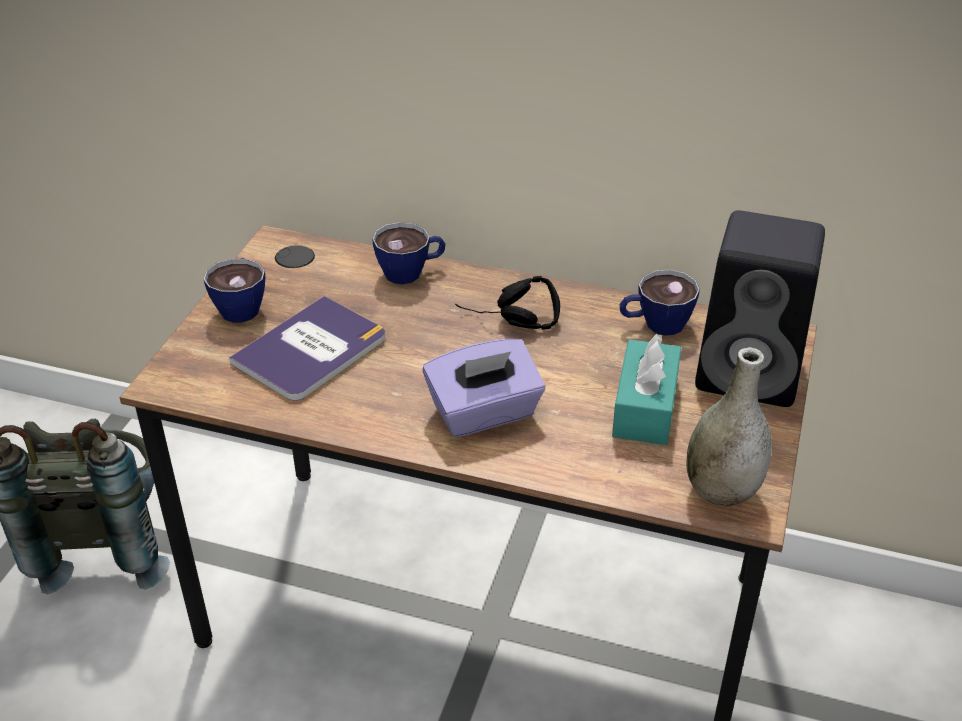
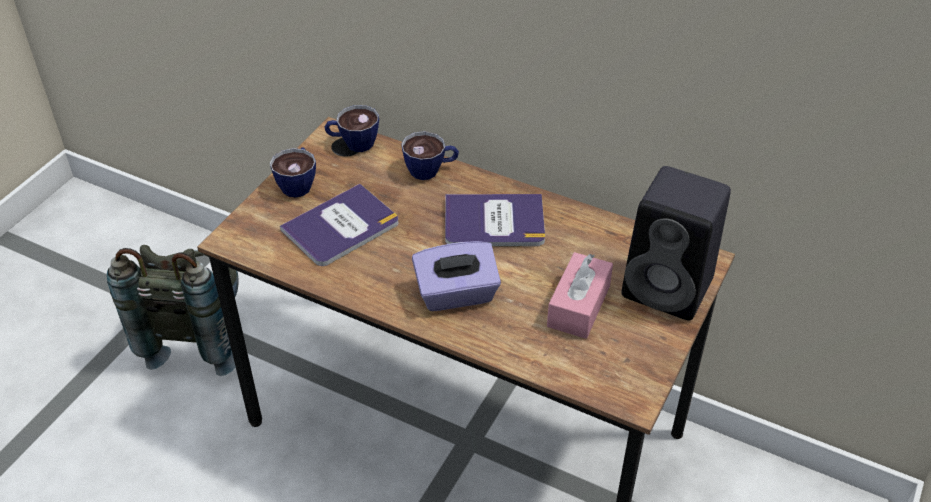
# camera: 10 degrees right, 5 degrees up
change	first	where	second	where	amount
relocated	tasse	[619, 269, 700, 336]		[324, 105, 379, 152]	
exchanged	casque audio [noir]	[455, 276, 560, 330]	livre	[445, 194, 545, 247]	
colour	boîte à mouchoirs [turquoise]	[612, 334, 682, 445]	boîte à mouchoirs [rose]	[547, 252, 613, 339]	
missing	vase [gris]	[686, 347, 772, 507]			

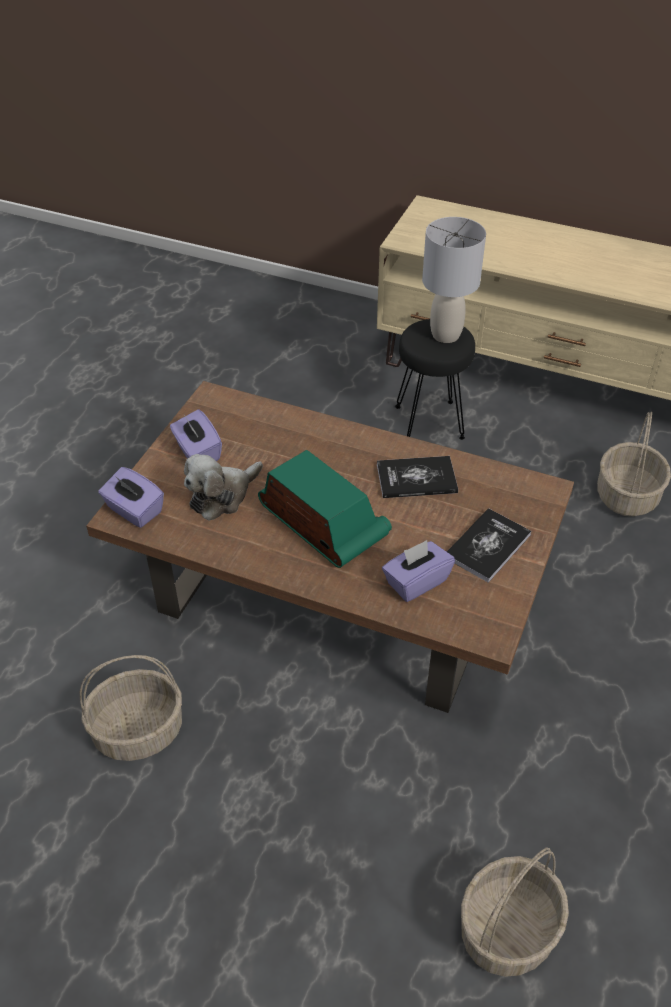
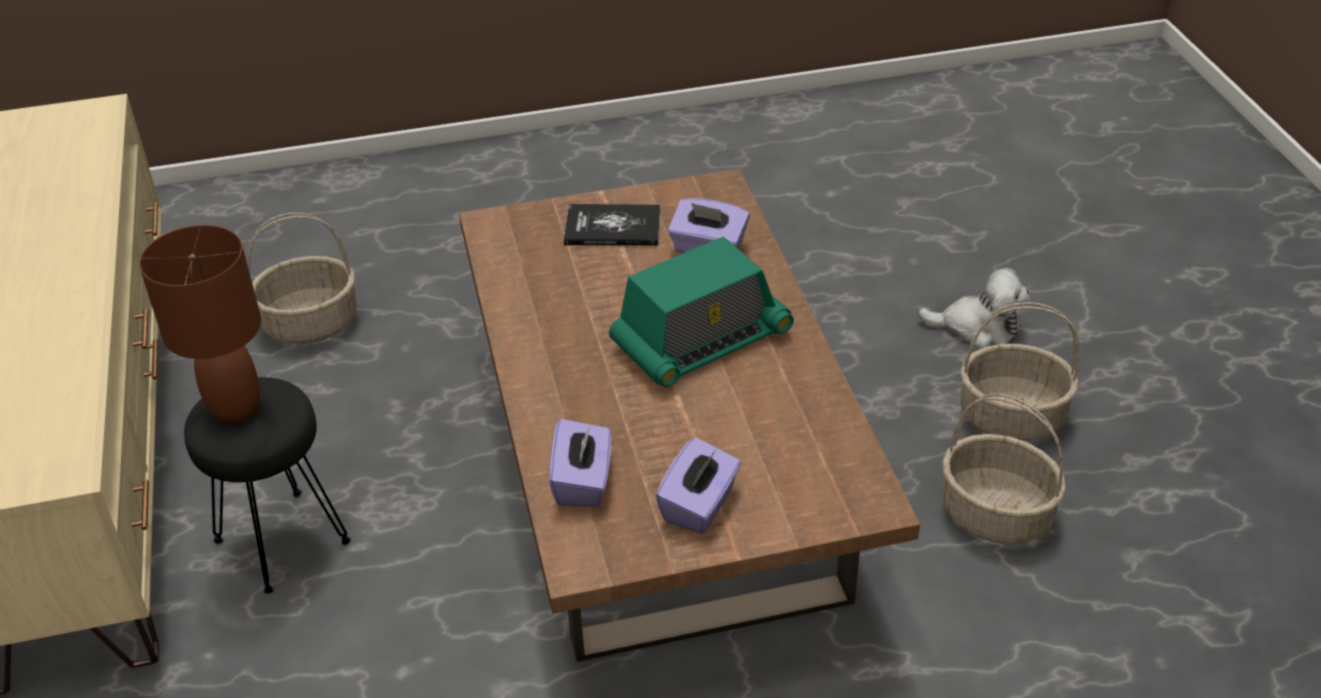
# camera: 125 degrees left, 5 degrees down
change	first	where	second	where	amount
colour	lampe de table [gris]	[422, 217, 486, 343]	lampe de table [marron]	[139, 225, 261, 424]	
relocated	boîte à mouchoirs [violet]	[98, 467, 164, 528]		[549, 419, 611, 507]	
spun	radio	[258, 450, 392, 568]		[609, 237, 794, 387]	135 degrees counterclockwise
relocated	peluche	[184, 454, 263, 521]		[918, 268, 1030, 349]	
relocated	panier	[461, 847, 569, 977]		[960, 302, 1080, 441]	
missing	livre	[377, 456, 458, 498]			

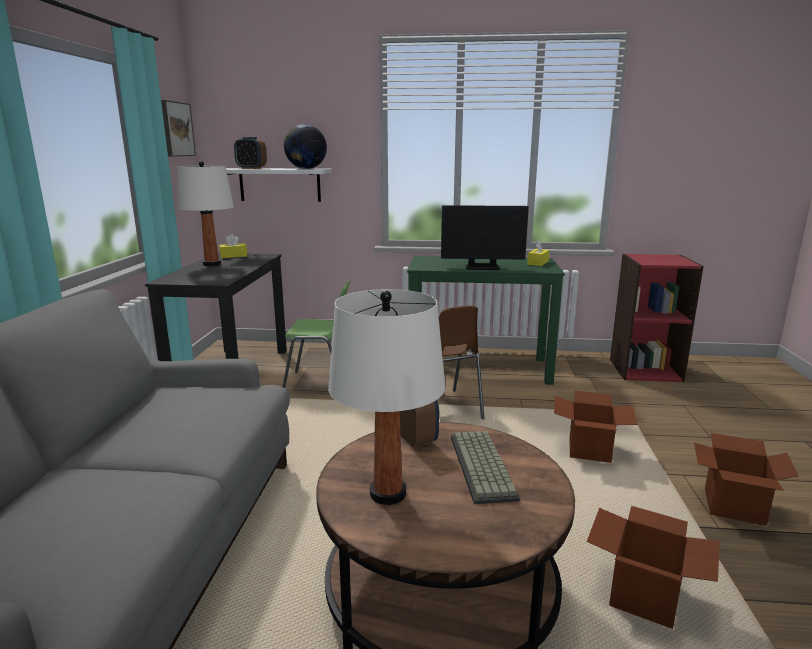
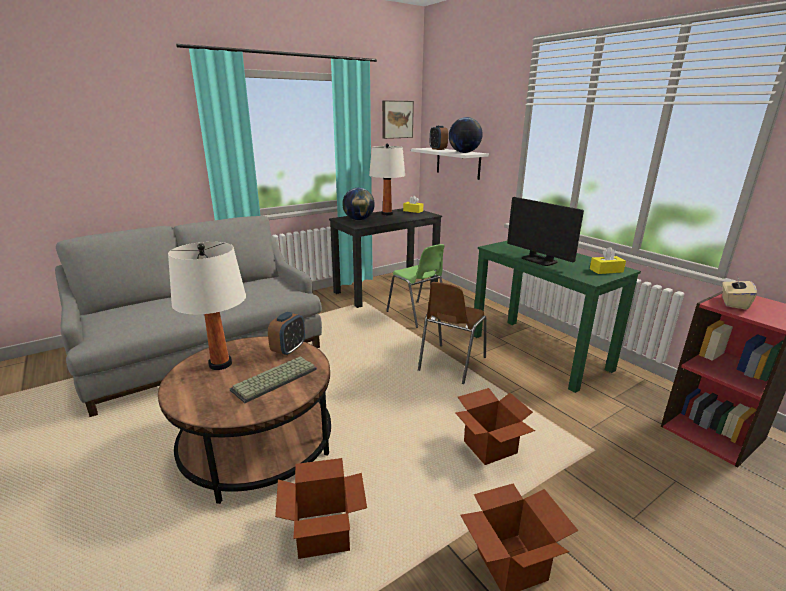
# camera: 50 degrees right, 5 degrees up
change	first	where	second	where	amount
appeared			globe	[342, 188, 375, 221]	
appeared			boîte à mouchoirs [beige]	[722, 274, 757, 310]	

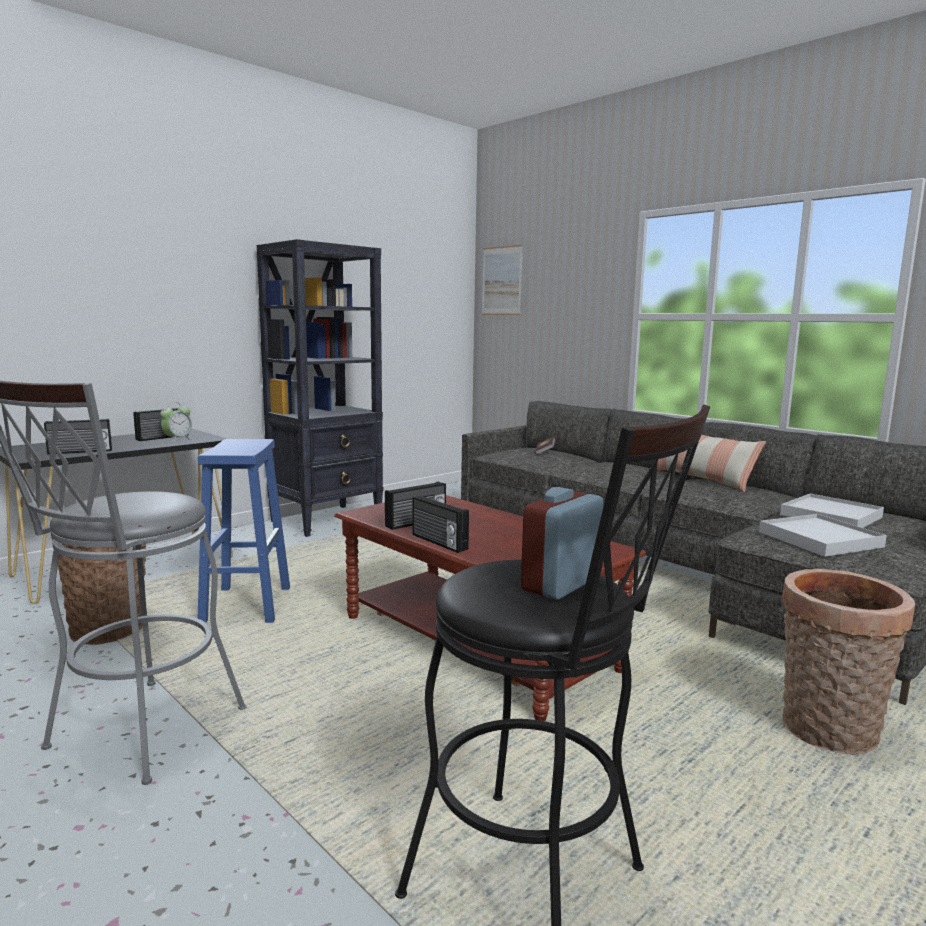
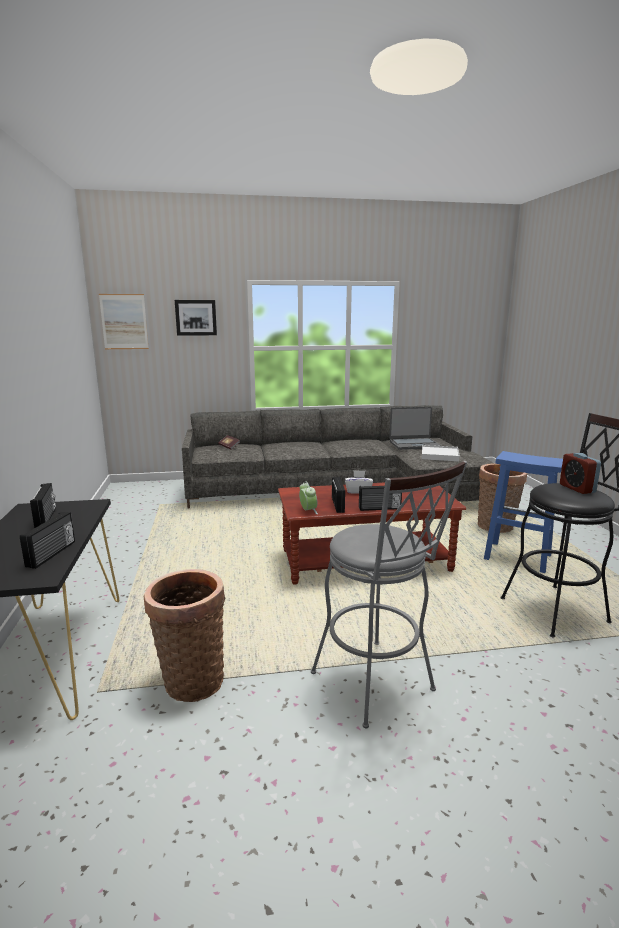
# camera: 55 degrees left, 5 degrees up
change	first	where	second	where	amount
appeared			tableau	[175, 300, 217, 336]	
relocated	réveil	[160, 402, 192, 443]		[299, 481, 318, 514]	
appeared			boîte à mouchoirs [blanc]	[345, 470, 373, 494]	
exchanged	plateau [blanc]	[780, 493, 884, 528]	ordinateur portable	[389, 407, 441, 450]	
relocated	tabouret [bleu]	[198, 439, 290, 623]		[484, 451, 563, 573]	
missing	bibliothèque [noir]	[257, 239, 383, 537]			
missing	coussin	[657, 435, 766, 493]			

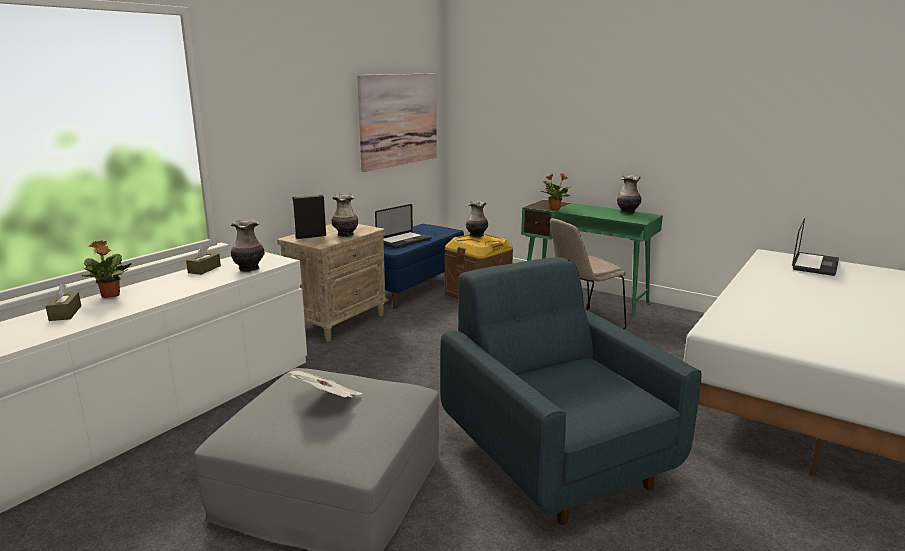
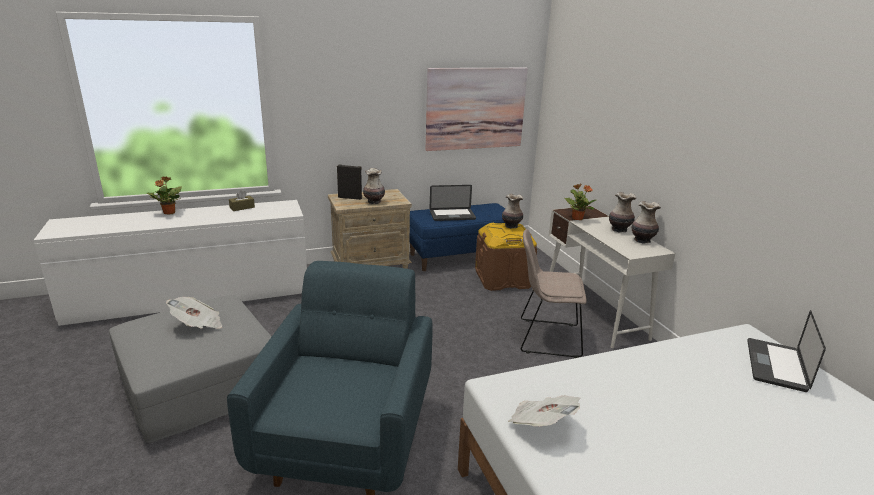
# camera: 35 degrees right, 5 degrees up
change	first	where	second	where	amount
appeared			journal	[508, 395, 581, 426]	
colour	bureau [vert]	[521, 199, 663, 317]	bureau [blanc]	[549, 206, 675, 348]	
relocated	vase	[231, 219, 265, 272]		[609, 192, 636, 233]	
spun	ordinateur portable	[792, 218, 839, 276]		[747, 310, 826, 392]	135 degrees clockwise
missing	boîte à mouchoirs [marron]	[46, 284, 81, 321]			

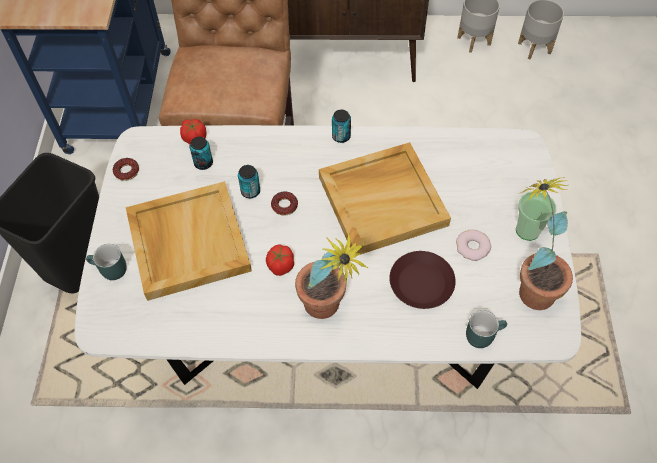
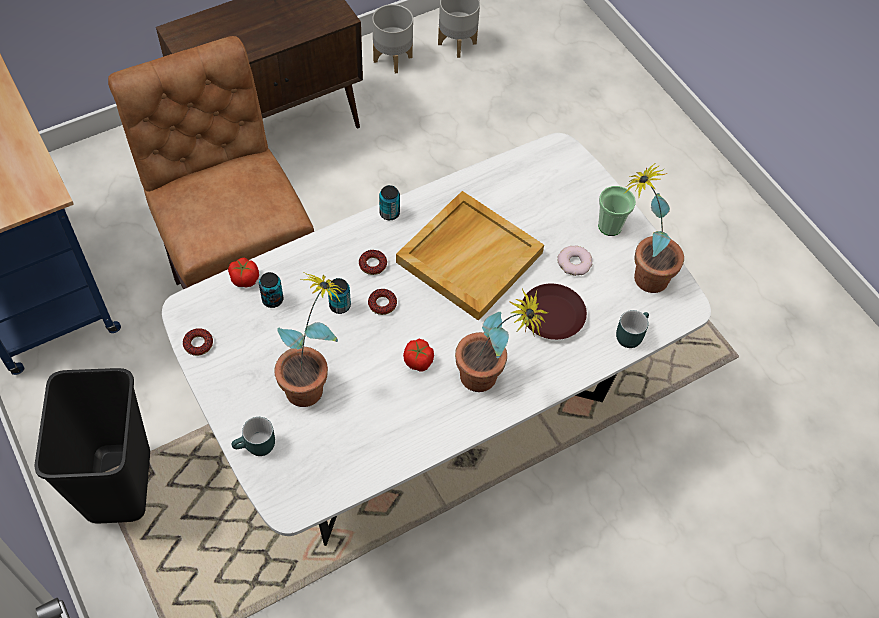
# camera: 35 degrees left, 0 degrees up
change	first	where	second	where	amount
exchanged	plateau [beige]	[125, 181, 252, 301]	plante en pot	[274, 271, 345, 407]	
appeared			beignet	[359, 250, 387, 275]	

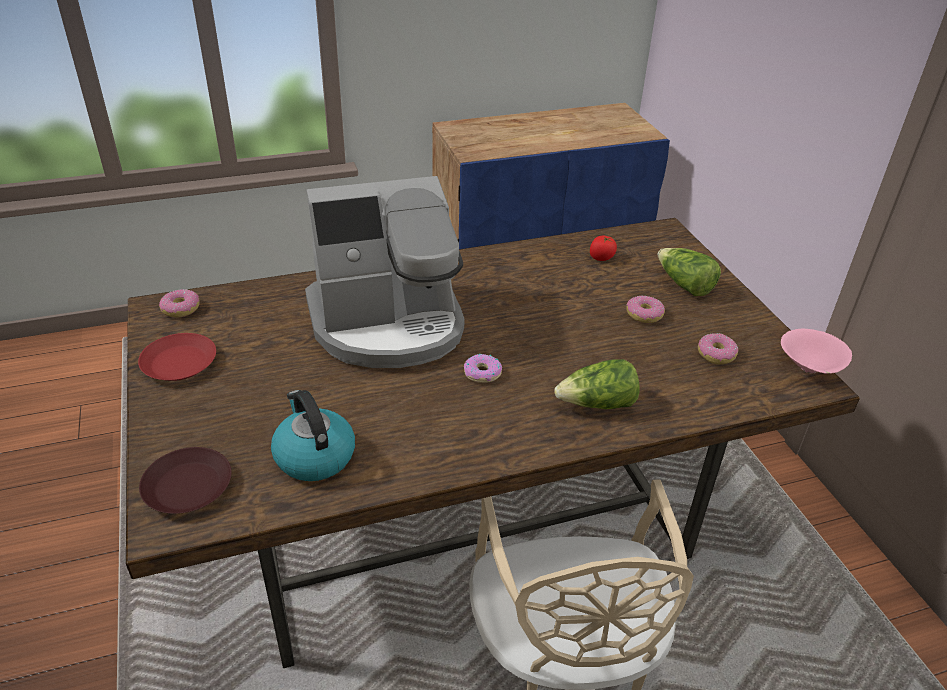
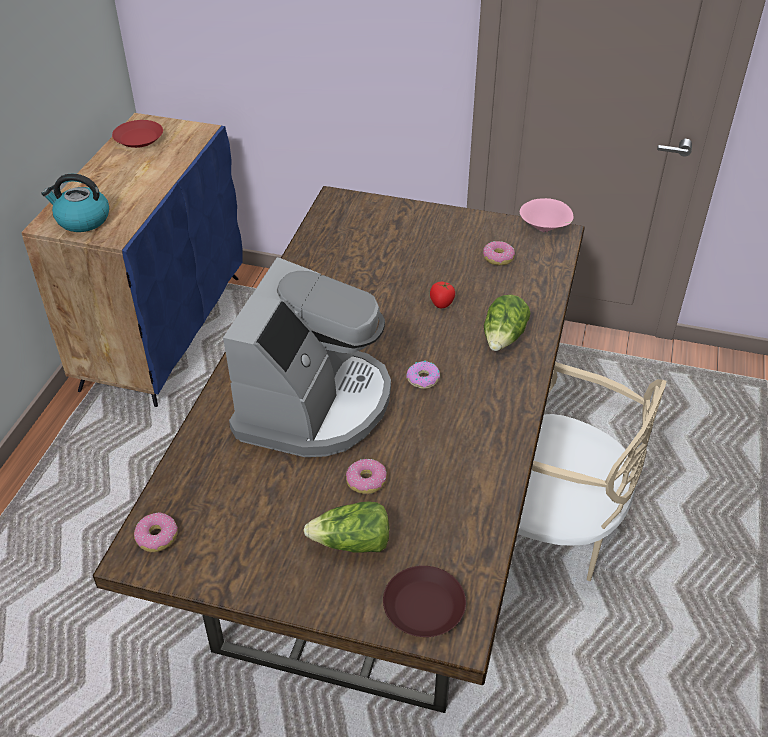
# camera: 55 degrees left, 5 degrees up
change	first	where	second	where	amount
relocated	bouilloire	[271, 390, 355, 481]		[41, 174, 109, 232]	
relocated	assiette [rouge]	[138, 333, 216, 381]		[112, 120, 163, 148]	
relocated	laitue	[658, 248, 721, 296]		[303, 501, 389, 553]	
relocated	beignet	[626, 296, 665, 323]		[346, 459, 387, 494]	
relocated	tomate	[590, 236, 617, 261]		[430, 281, 455, 308]	

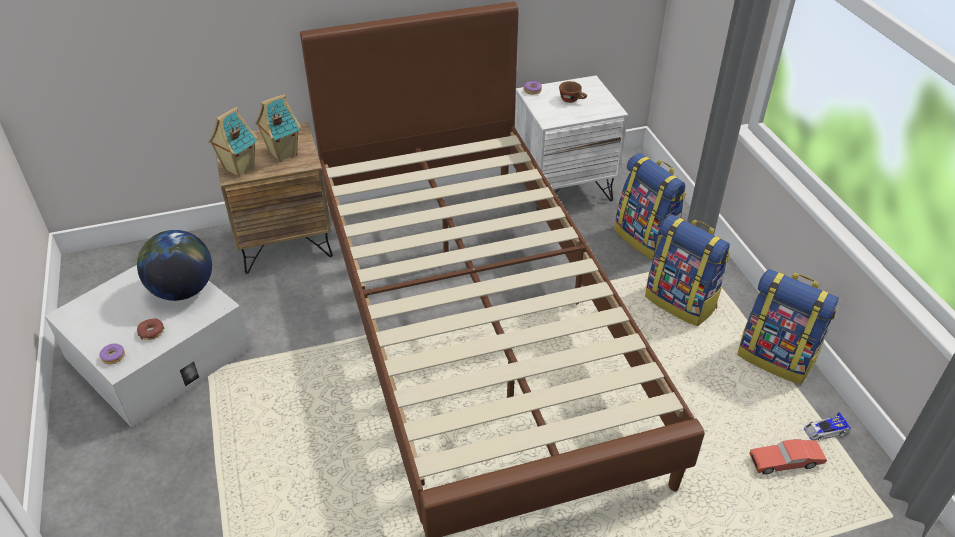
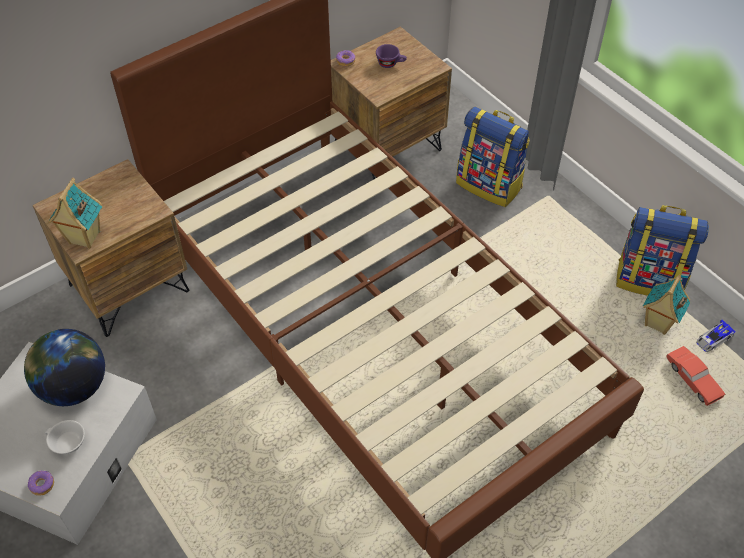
# camera: 20 degrees left, 10 degrees up
change	first	where	second	where	amount
exchanged	beignet	[137, 318, 164, 340]	tasse [blanc]	[45, 420, 85, 454]	
colour	table de chevet [blanc]	[515, 75, 628, 211]	table de chevet [marron]	[331, 27, 452, 180]	
colour	tasse [marron]	[559, 81, 587, 103]	tasse [violet]	[376, 44, 407, 68]	
relocated	maison miniature	[255, 94, 301, 162]		[643, 275, 690, 335]	
spun	petite voiture [rouge]	[749, 439, 827, 474]		[666, 346, 725, 406]	90 degrees counterclockwise
missing	sac à dos	[645, 214, 730, 326]			

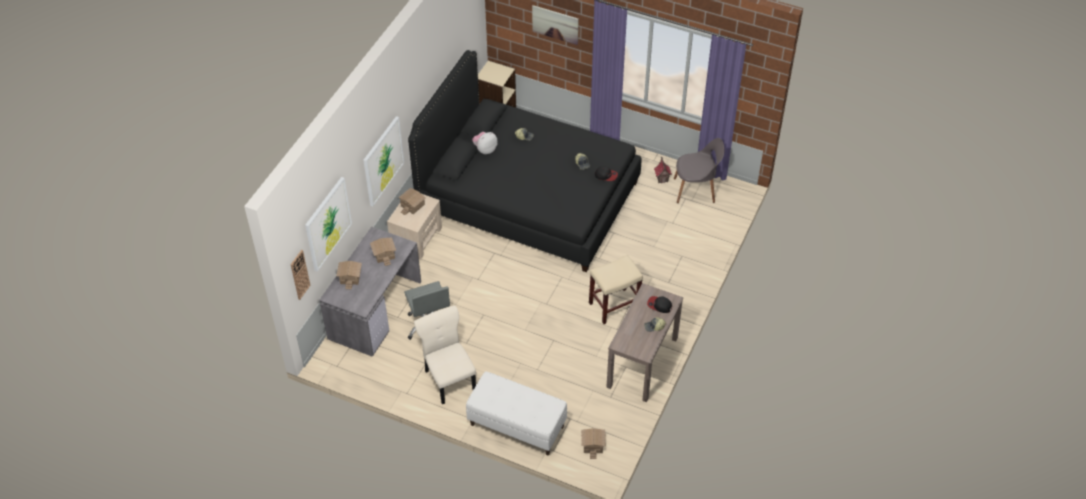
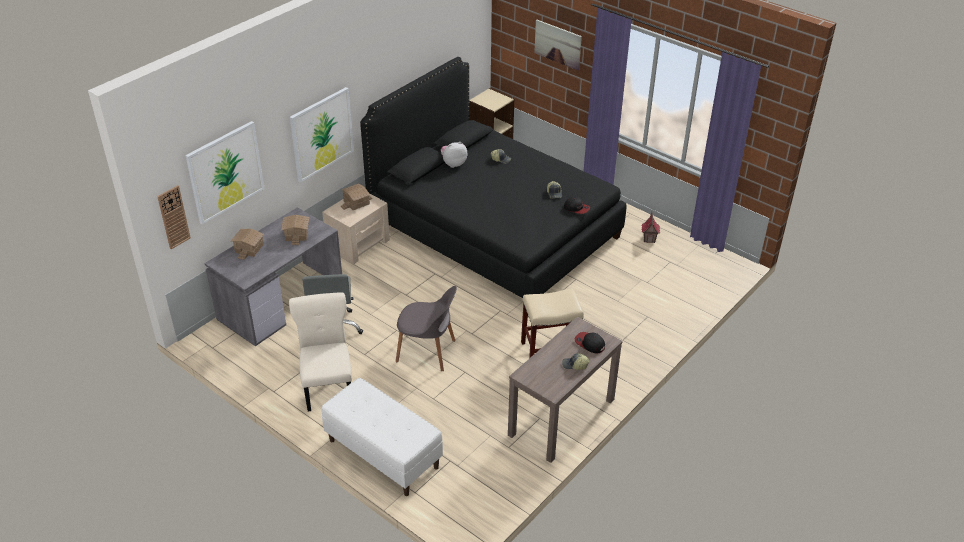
# camera: 15 degrees right, 10 degrees down
change	first	where	second	where	amount
relocated	chaise [gris]	[674, 138, 724, 203]		[396, 286, 457, 371]	
missing	maison miniature	[581, 428, 606, 459]			

